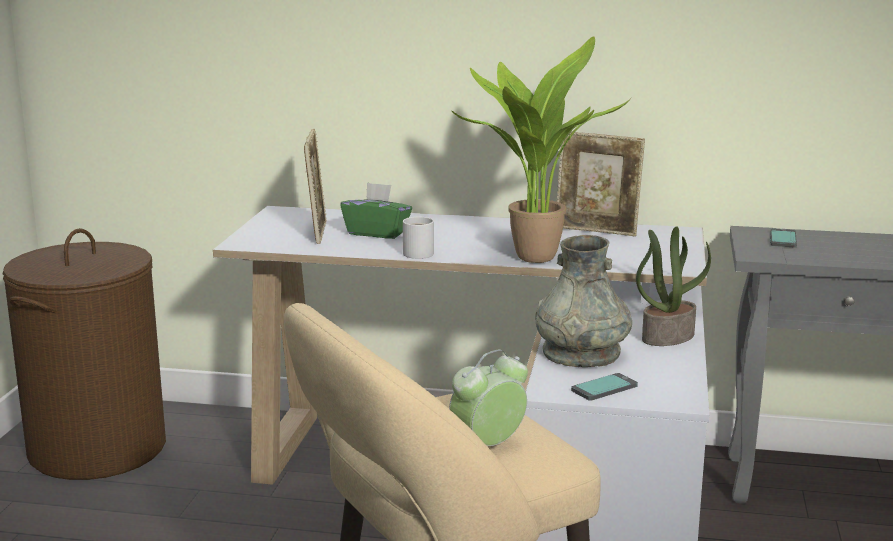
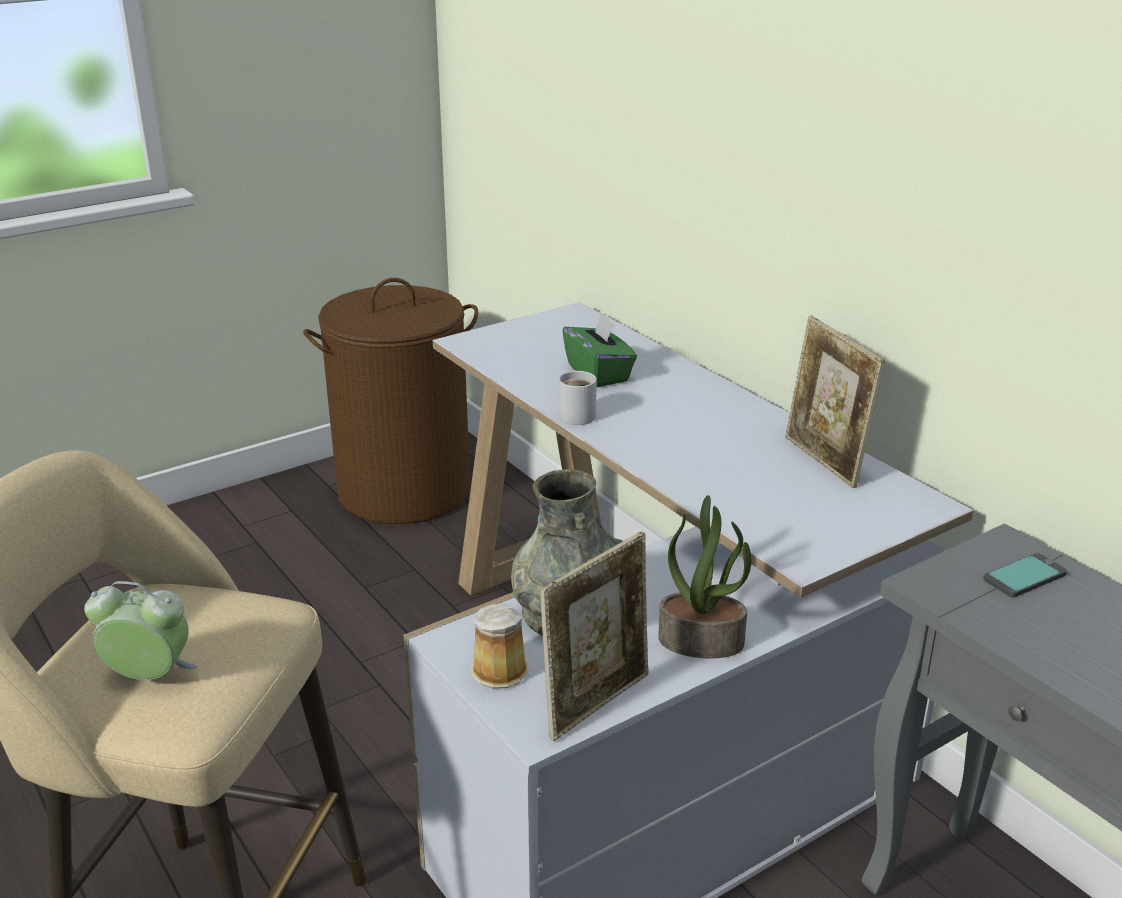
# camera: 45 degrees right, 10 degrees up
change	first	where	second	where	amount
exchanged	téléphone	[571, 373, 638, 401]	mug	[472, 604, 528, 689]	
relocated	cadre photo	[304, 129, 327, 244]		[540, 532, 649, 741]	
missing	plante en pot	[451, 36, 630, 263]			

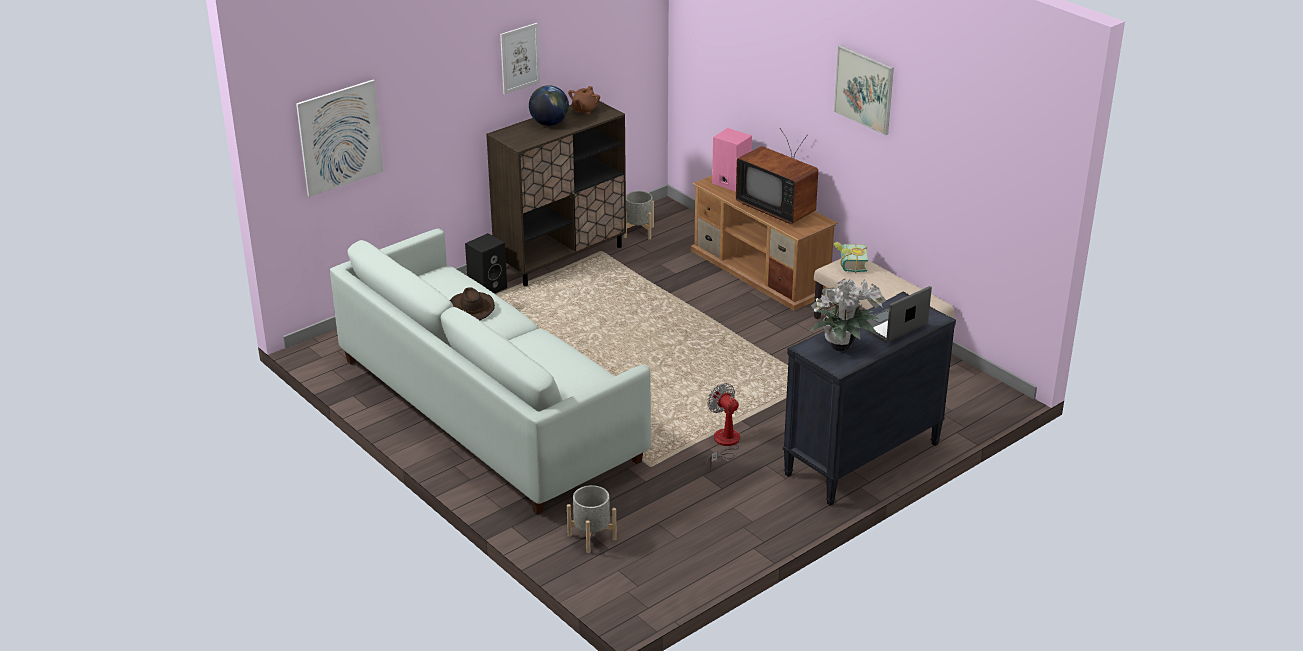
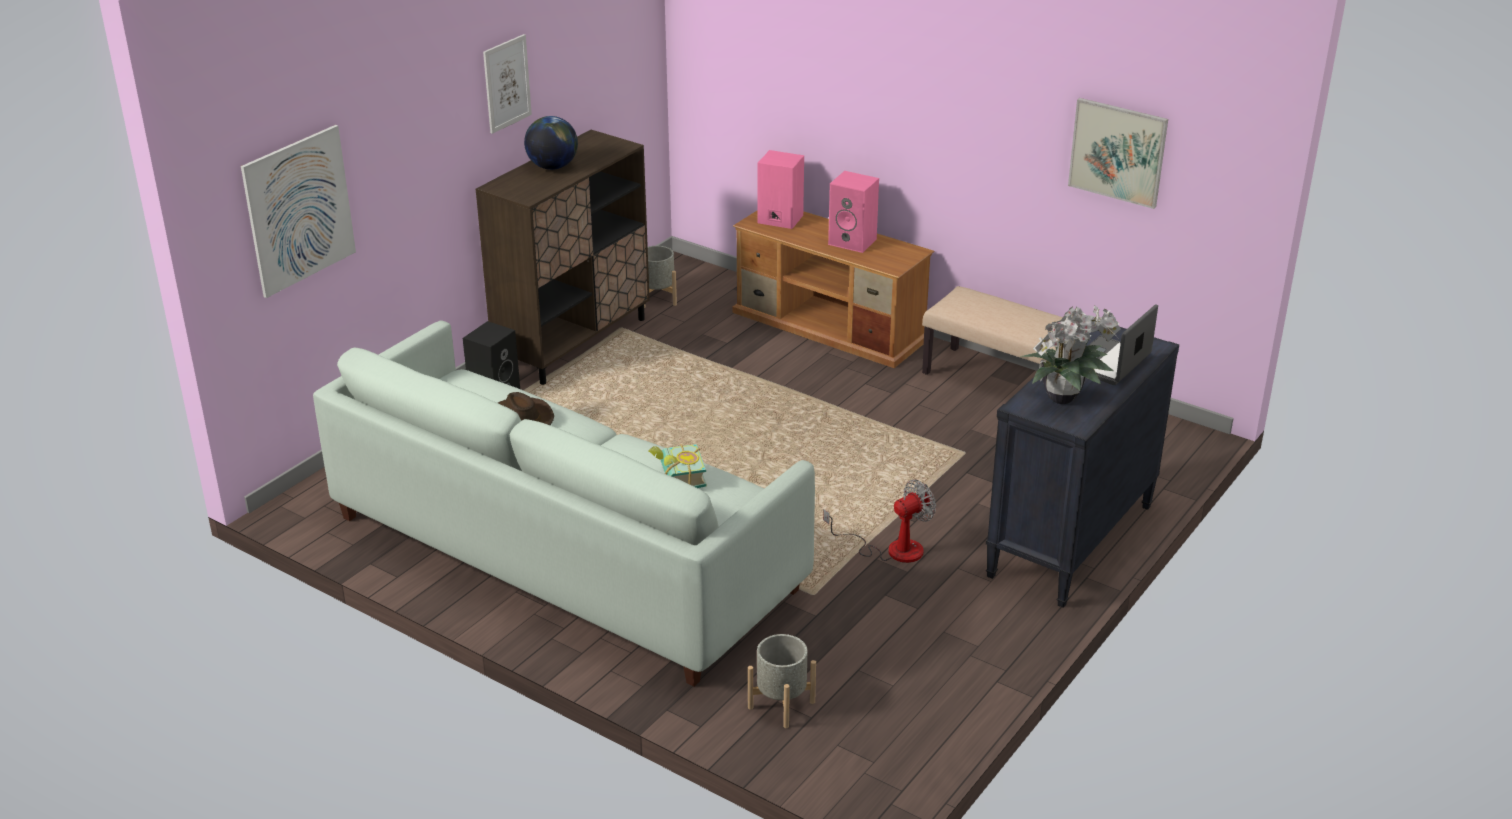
# camera: 15 degrees left, 0 degrees up
change	first	where	second	where	amount
relocated	livre	[833, 242, 868, 274]		[649, 444, 706, 488]	
spun	ventilateur	[706, 383, 740, 470]		[823, 480, 936, 563]	105 degrees clockwise
exchanged	téléviseur	[736, 128, 818, 224]	enceinte [rose]	[828, 171, 879, 253]	
relocated	tableau	[834, 46, 894, 135]		[1068, 98, 1168, 209]	
missing	théière [marron]	[568, 86, 600, 114]			

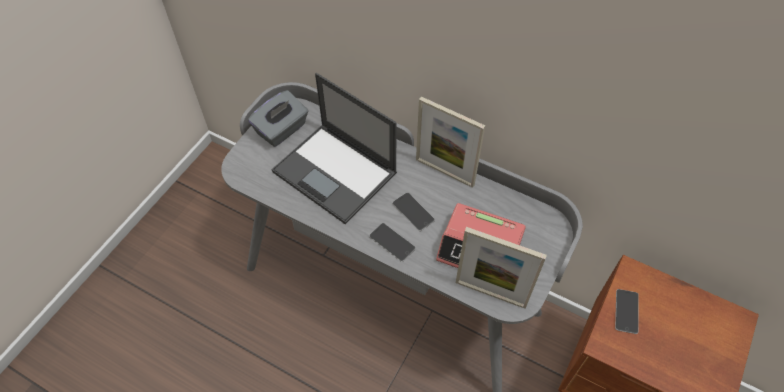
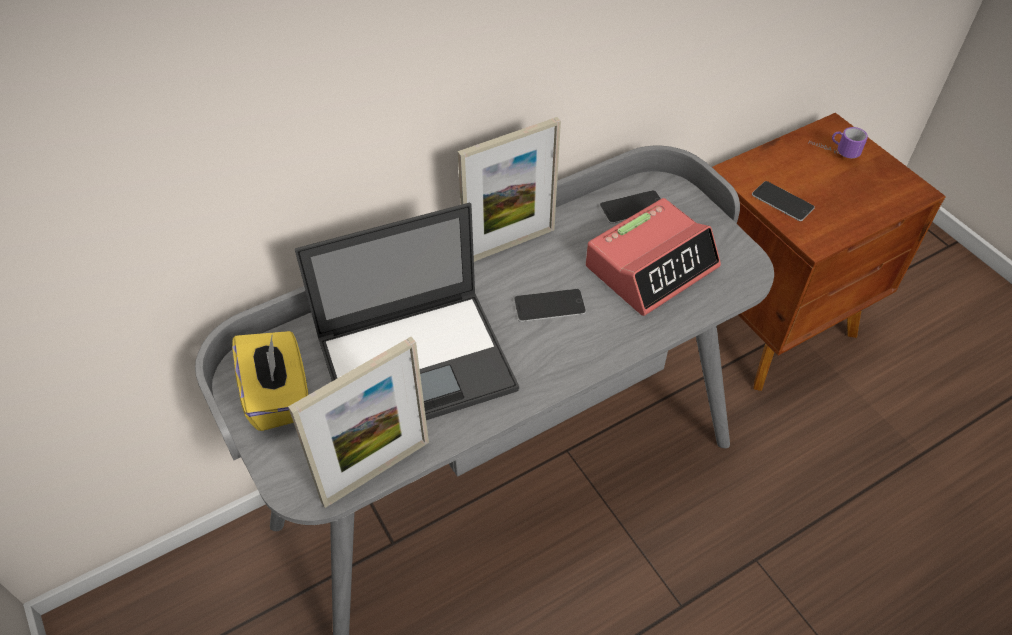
# camera: 60 degrees left, 5 degrees down
change	first	where	second	where	amount
colour	boîte à mouchoirs [gris]	[248, 90, 309, 147]	boîte à mouchoirs [jaune]	[232, 331, 308, 431]	
relocated	cadre photo	[456, 227, 547, 309]		[288, 337, 429, 508]	
relocated	téléphone	[369, 223, 416, 262]		[599, 190, 661, 224]	
appeared			mug	[809, 127, 868, 158]	

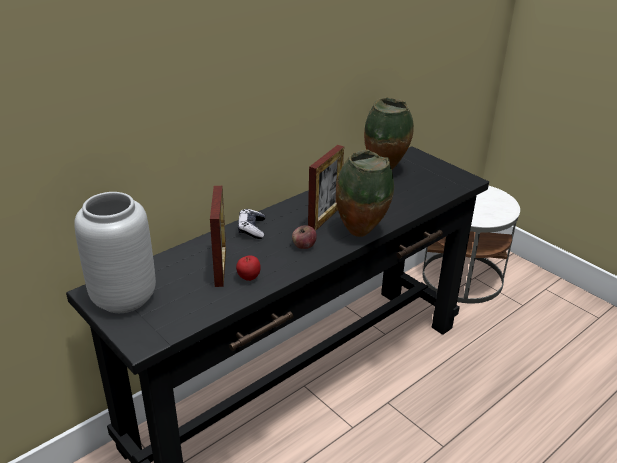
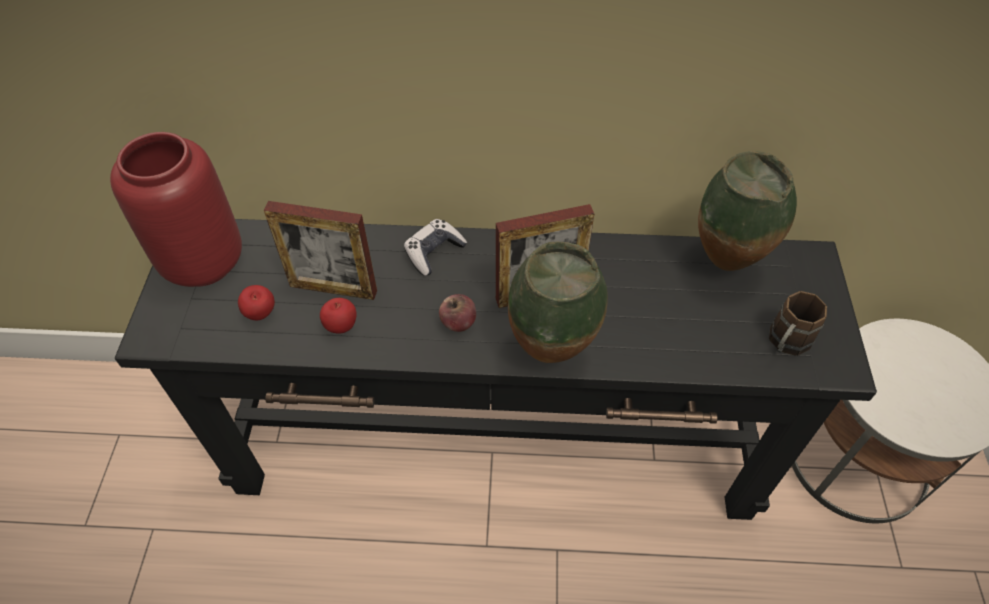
# camera: 45 degrees right, 20 degrees up
change	first	where	second	where	amount
colour	vase [gris]	[74, 192, 156, 313]	vase [rouge]	[110, 132, 242, 287]	
appeared			pomme	[238, 285, 275, 320]	
spun	cadre photo	[210, 186, 226, 287]		[264, 201, 377, 300]	60 degrees clockwise
appeared			mug [marron]	[769, 291, 827, 356]	

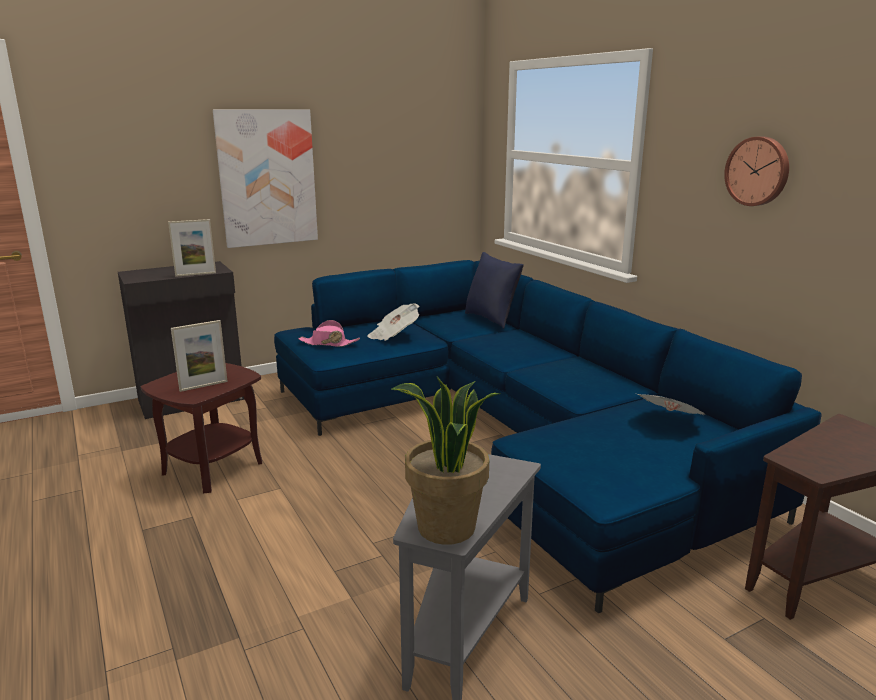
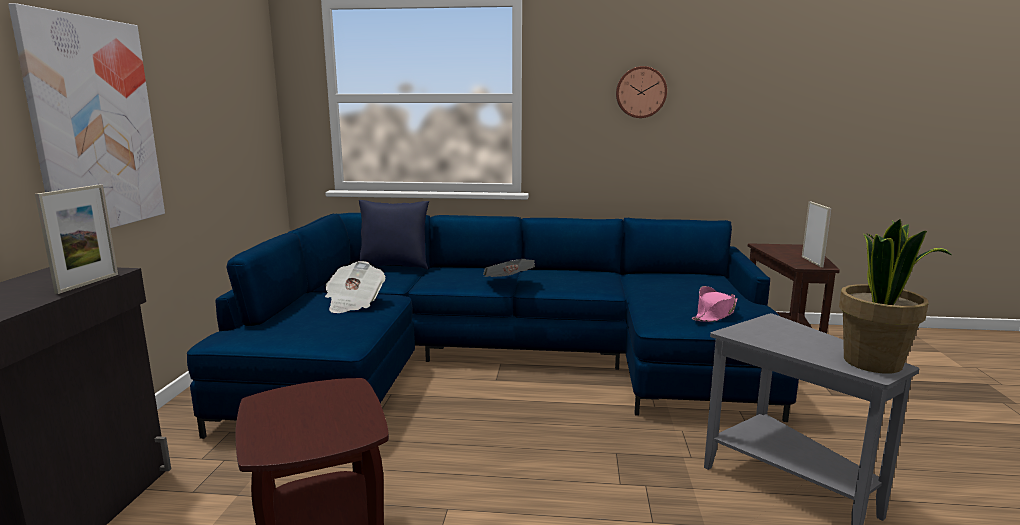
# camera: 55 degrees left, 5 degrees down
change	first	where	second	where	amount
relocated	journal	[637, 394, 706, 415]		[483, 259, 535, 277]	
relocated	chapeau [rose]	[298, 320, 360, 347]		[692, 286, 738, 322]	
relocated	cadre photo	[171, 320, 228, 392]		[802, 201, 831, 267]	

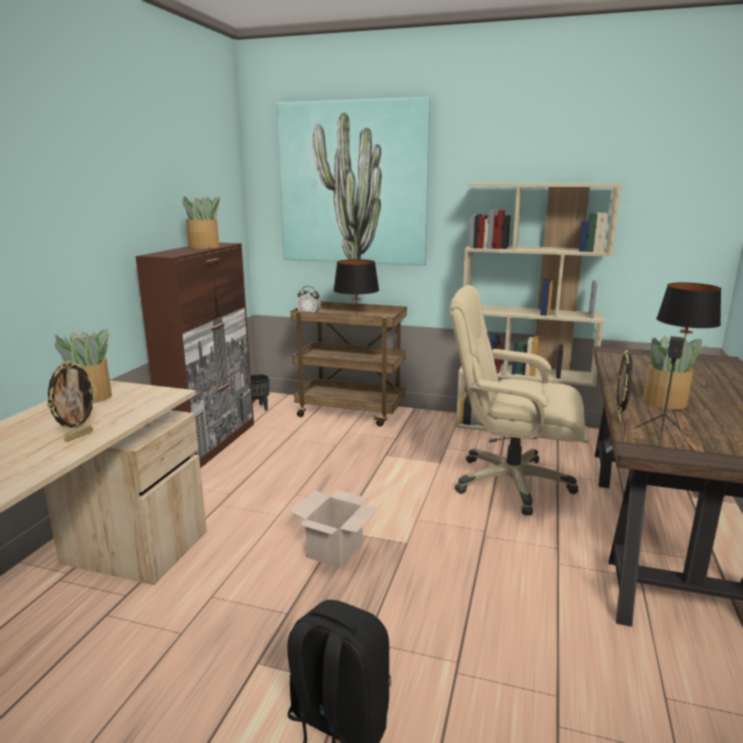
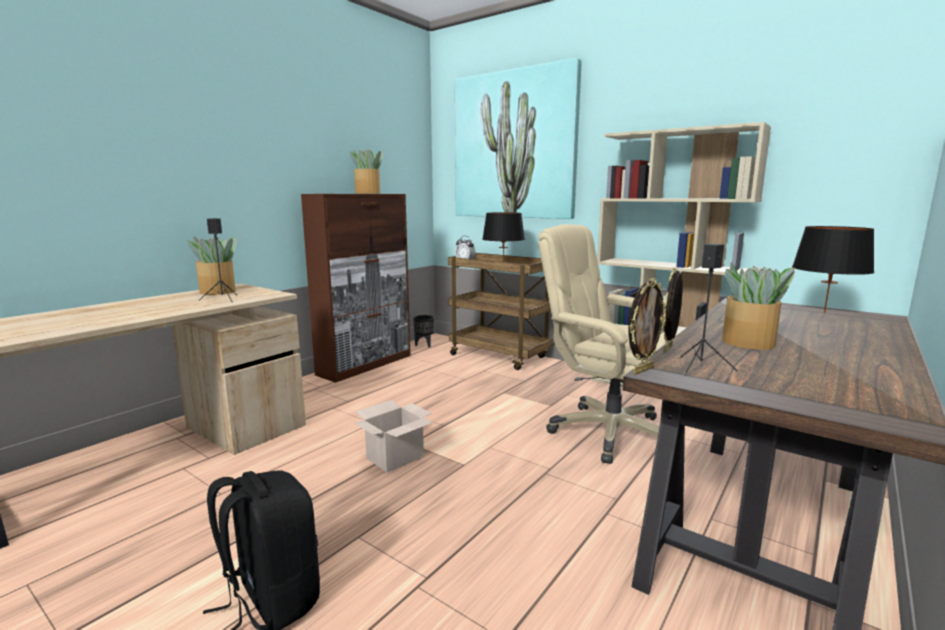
# camera: 20 degrees right, 5 degrees down
change	first	where	second	where	amount
appeared			enceinte [noir]	[199, 218, 237, 301]	
relocated	cadre photo	[47, 361, 97, 442]		[629, 278, 666, 375]	

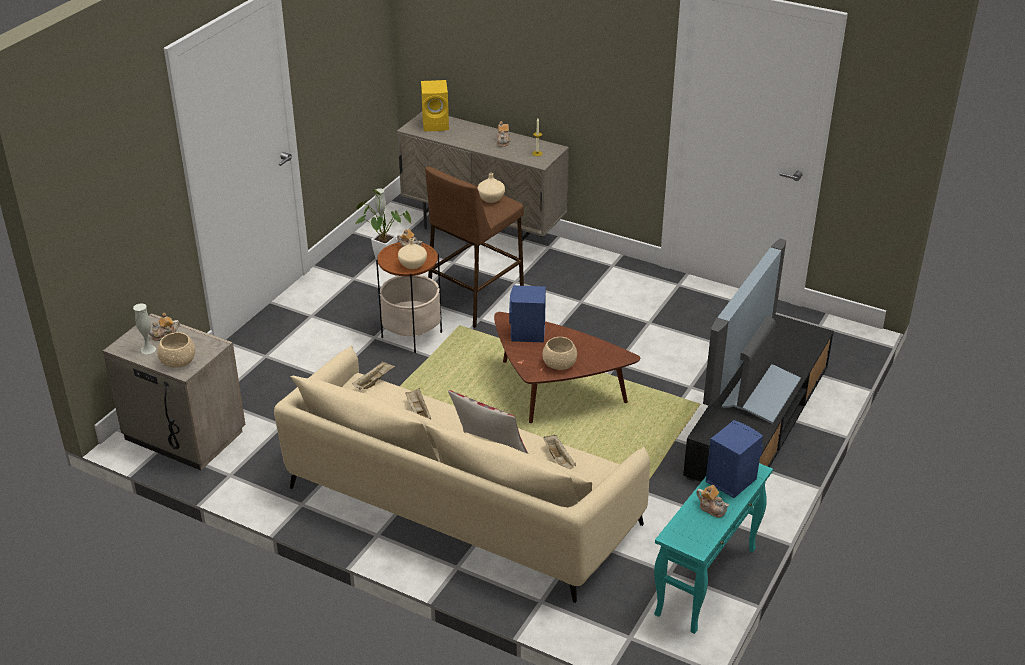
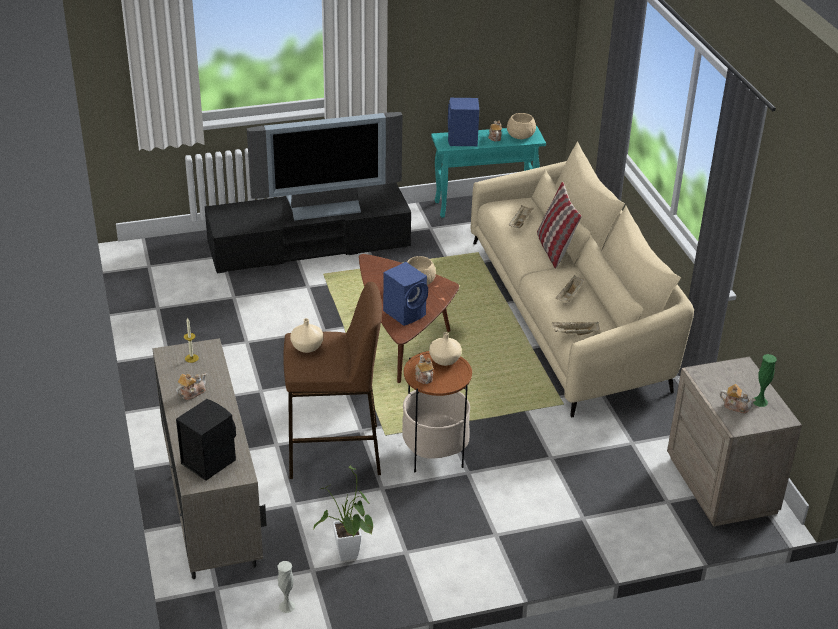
# camera: 135 degrees left, 0 degrees up
change	first	where	second	where	amount
colour	enceinte [jaune]	[421, 80, 449, 131]	enceinte [noir]	[176, 399, 236, 481]	
relocated	bol [beige]	[158, 332, 195, 368]		[507, 113, 536, 139]	
colour	vase [blanc]	[133, 303, 156, 354]	vase [vert]	[753, 354, 777, 407]	

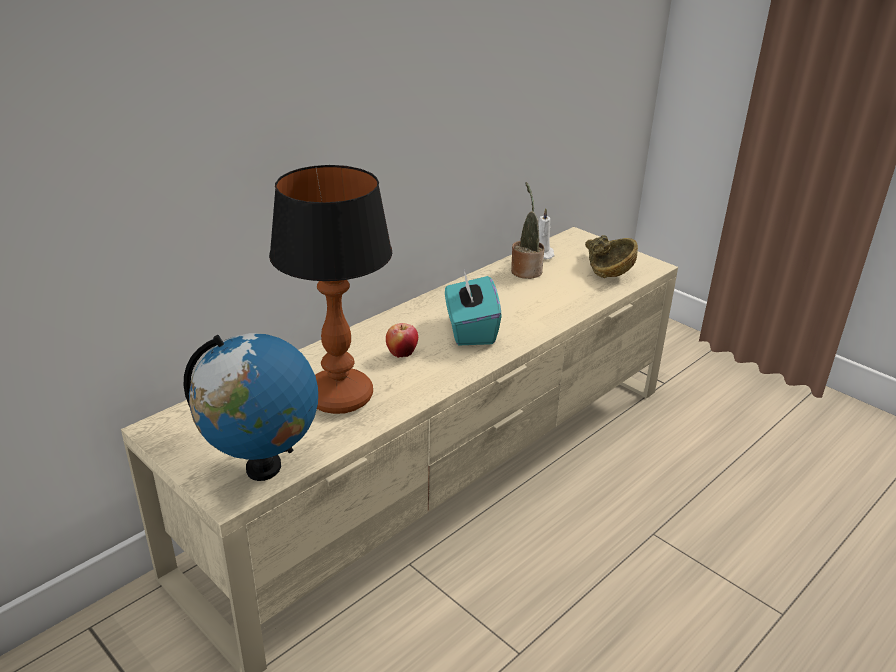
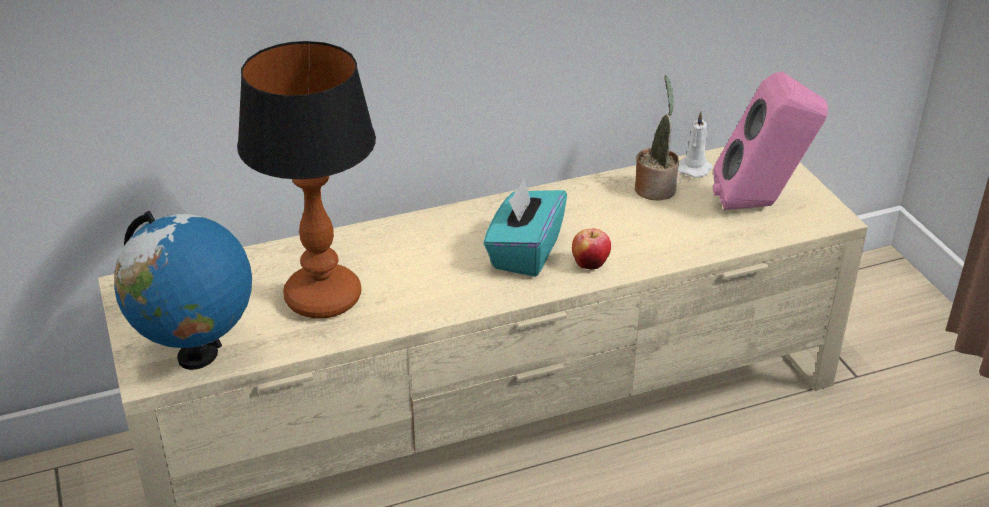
# camera: 25 degrees right, 5 degrees up
change	first	where	second	where	amount
relocated	pomme	[386, 323, 418, 358]		[572, 229, 611, 270]	
exchanged	bol [marron]	[585, 235, 638, 278]	enceinte [rose]	[713, 71, 828, 210]	

